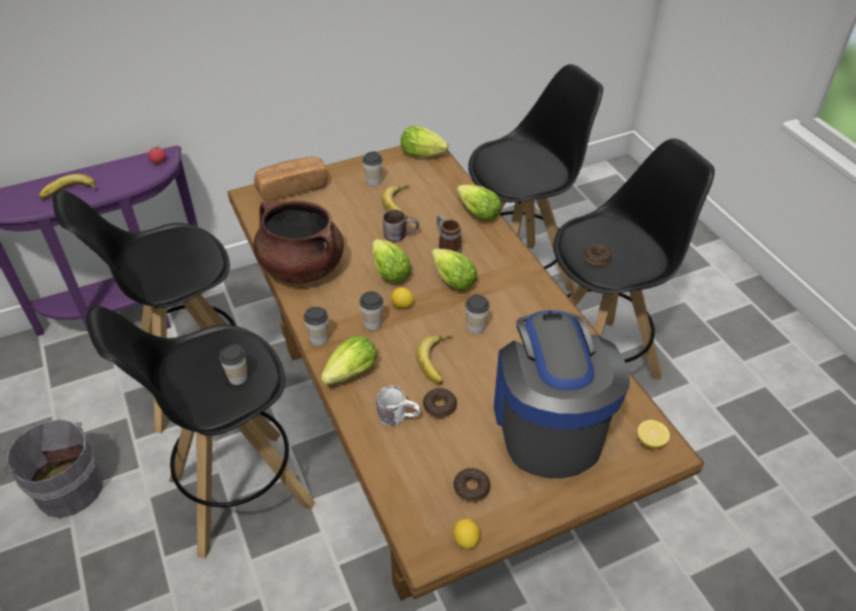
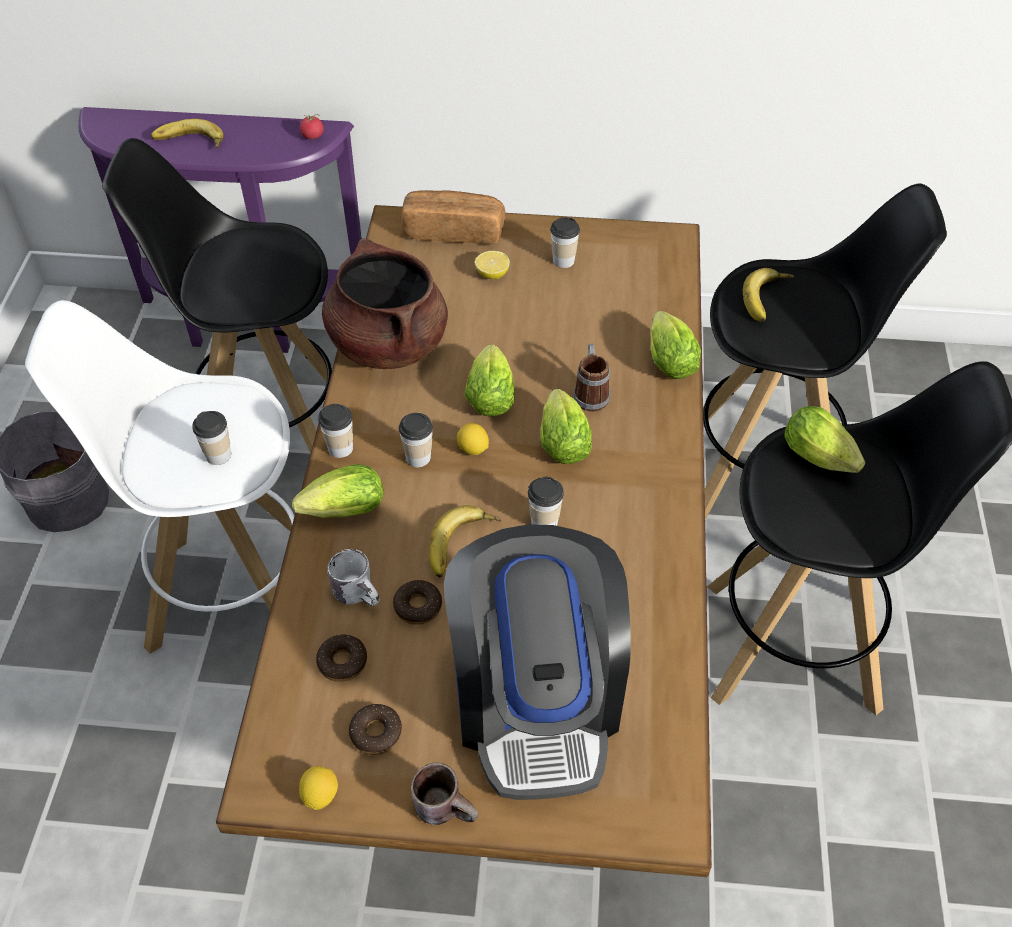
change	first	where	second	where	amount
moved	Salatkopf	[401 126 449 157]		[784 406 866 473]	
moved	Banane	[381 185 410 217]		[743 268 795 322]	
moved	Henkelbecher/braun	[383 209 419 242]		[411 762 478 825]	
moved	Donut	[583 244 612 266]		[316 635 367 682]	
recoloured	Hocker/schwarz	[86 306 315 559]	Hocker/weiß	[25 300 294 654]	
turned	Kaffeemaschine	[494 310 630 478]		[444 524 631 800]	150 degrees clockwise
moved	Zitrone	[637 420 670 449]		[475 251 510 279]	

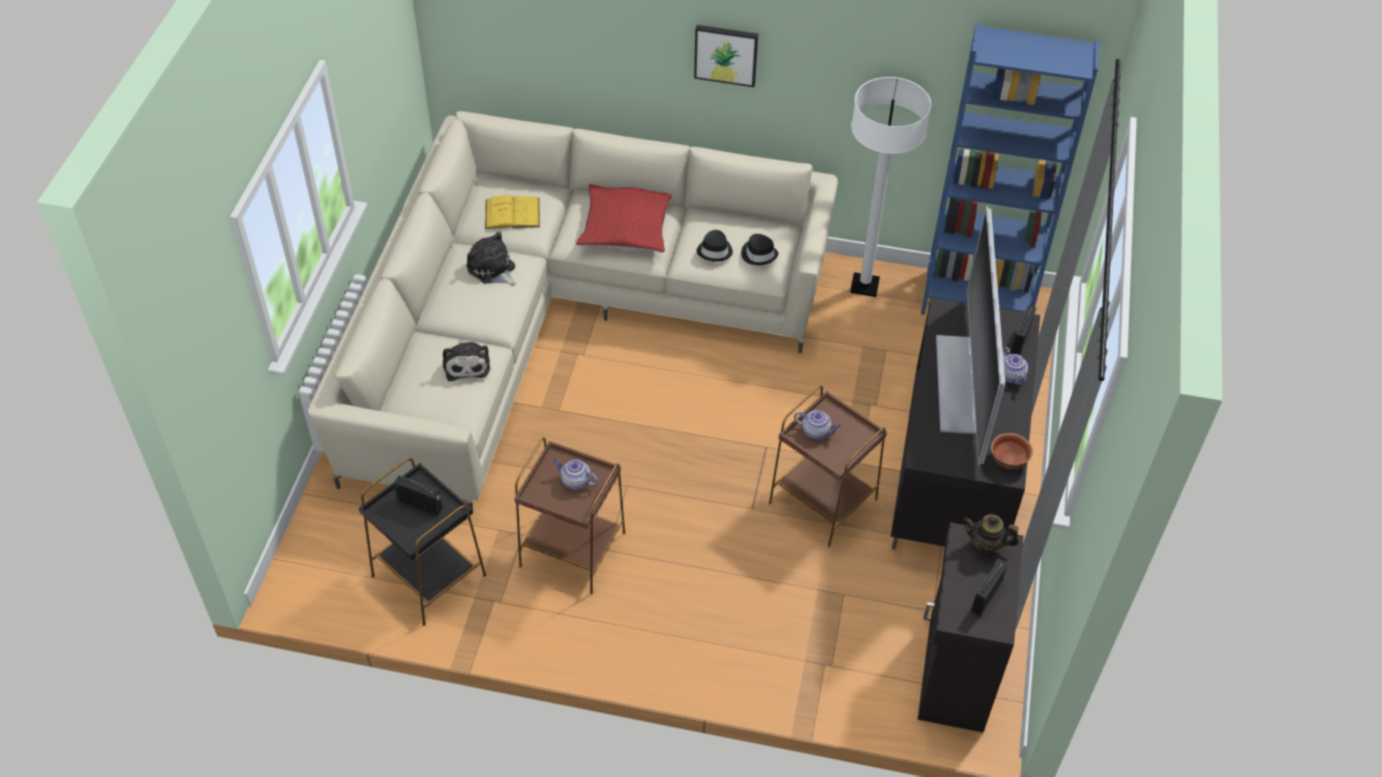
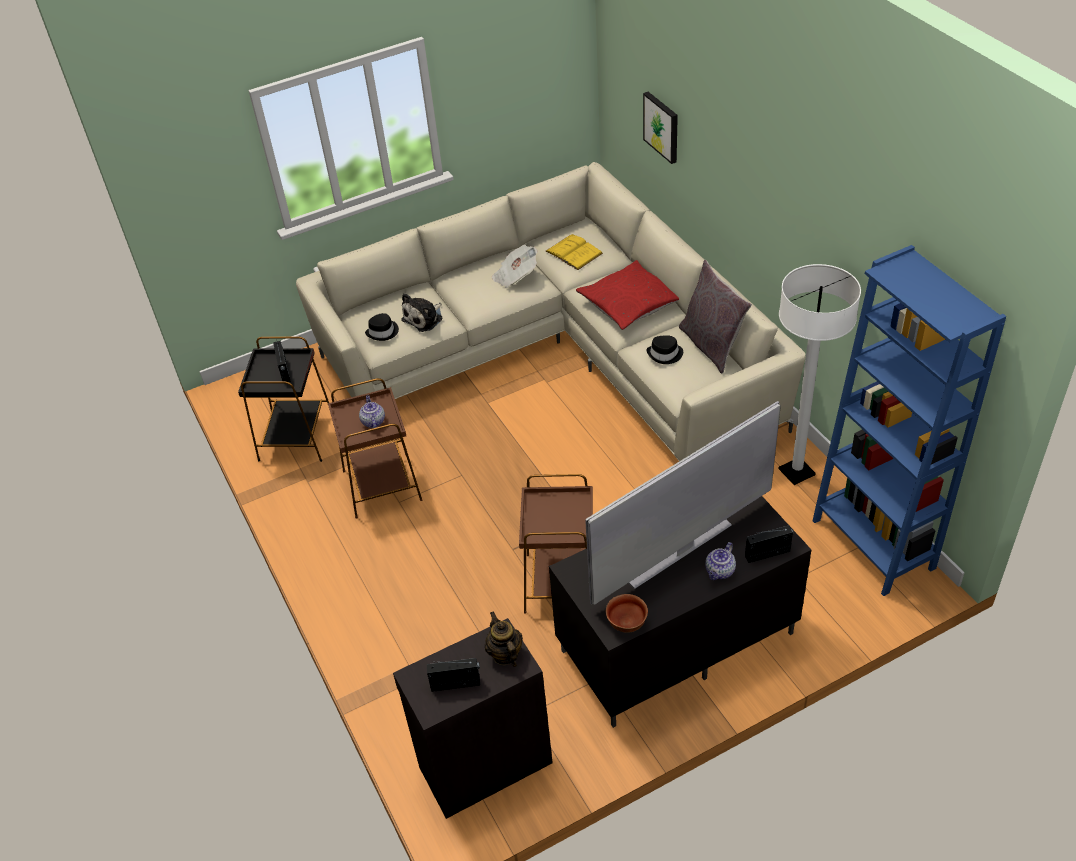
change	first	where	second	where	amount
moved	Bild	[694 25 758 87]		[643 92 678 164]	
replaced	Plüschtier	[466 232 516 285]	Zeitung	[492 245 538 288]	
moved	Hut/schwarz	[741 234 778 265]		[365 313 399 341]	
removed	Teekanne	[794 410 841 440]			
added			Kissen/grau	[679 260 752 374]	

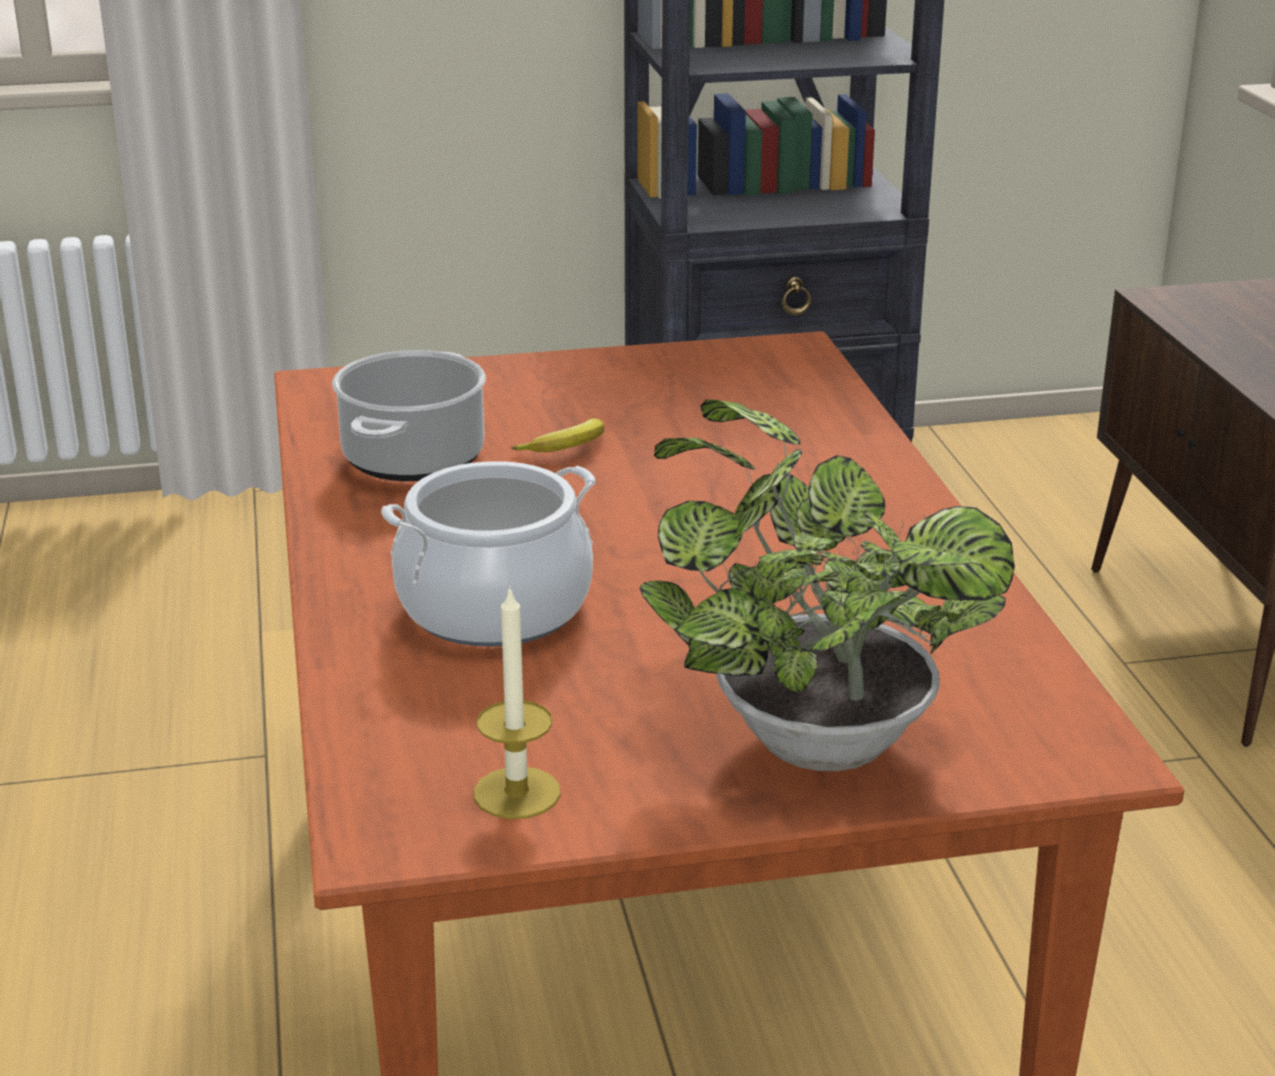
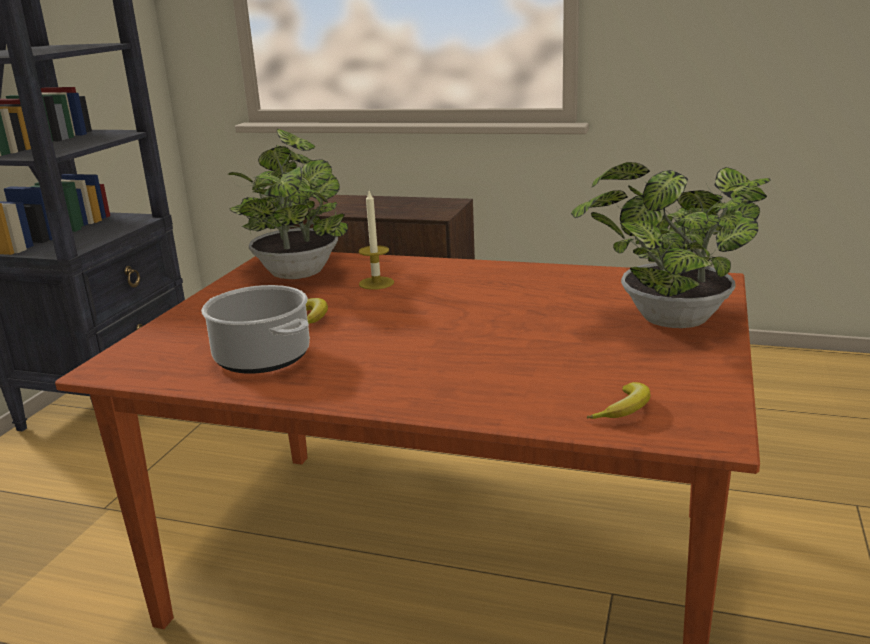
change	first	where	second	where	amount
removed	Kochtopf	[381 461 596 646]			
moved	Kerze	[474 586 561 819]		[359 191 394 290]	
added			Topfpflanze	[228 129 348 279]	
added			Banane	[587 382 650 419]	

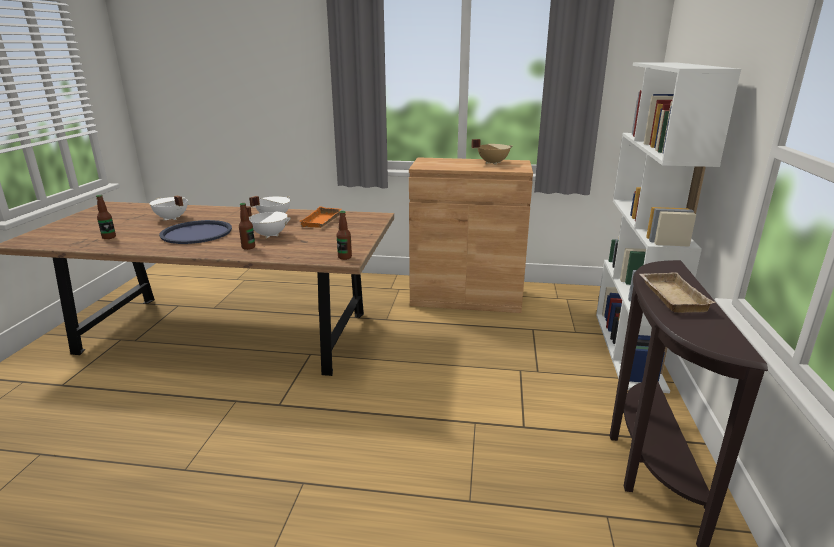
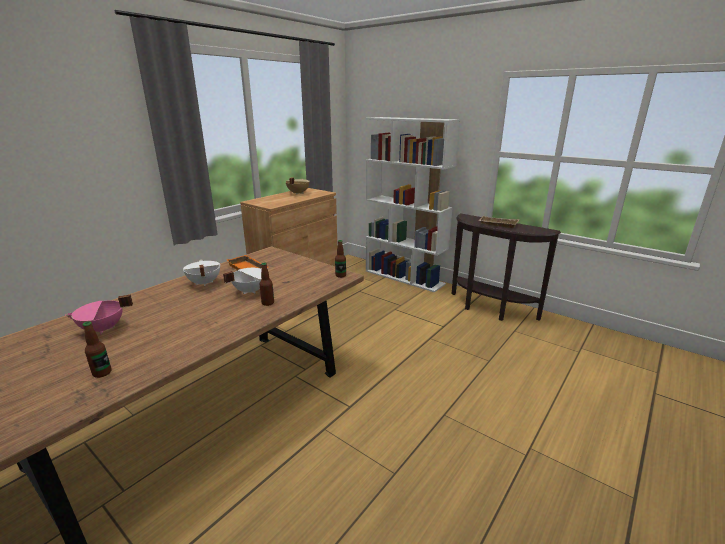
change	first	where	second	where	amount
recoloured	Kochtopf/weiß	[149 195 188 221]	Kochtopf/rosa	[65 294 133 334]	
removed	Tablett/blau	[159 220 232 244]			

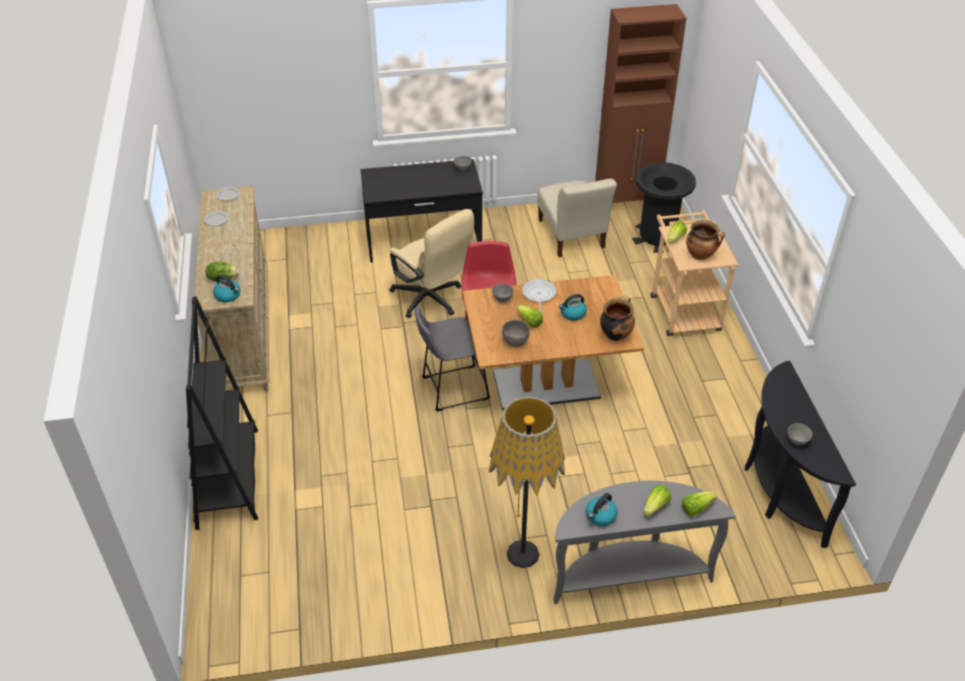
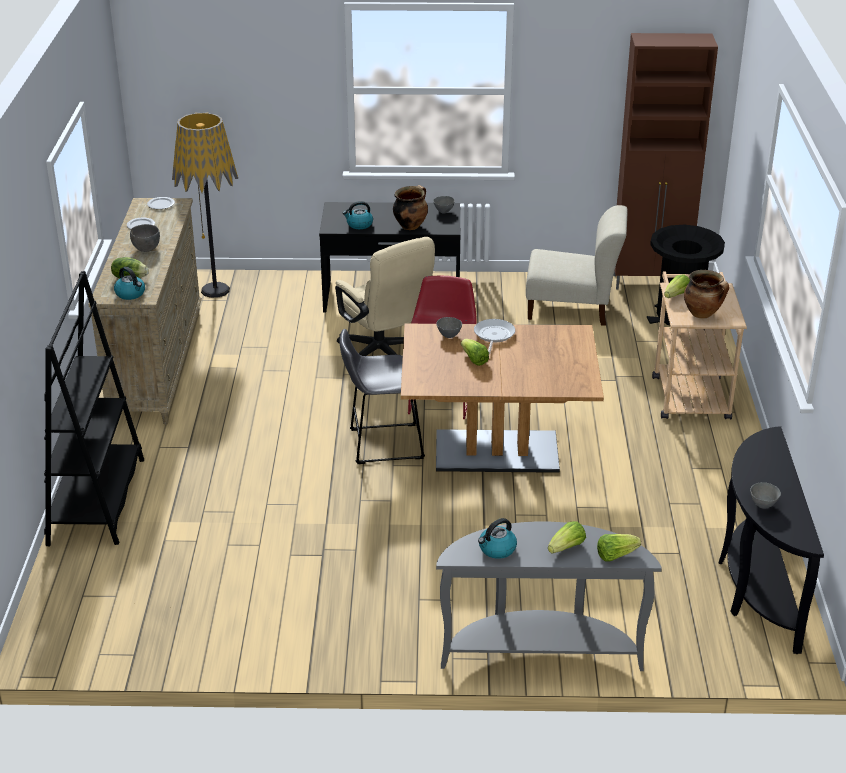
change	first	where	second	where	amount
turned	Stuhl/beige	[537 179 617 257]		[526 205 628 326]	75 degrees counterclockwise
moved	Wasserkessel	[559 294 587 321]		[343 201 373 229]	
moved	Kochtopf	[600 296 635 341]		[393 185 428 230]	
moved	Schüssel/grau	[502 320 530 347]		[130 224 160 252]	
moved	Stehlampe	[489 396 565 568]		[172 113 238 298]	

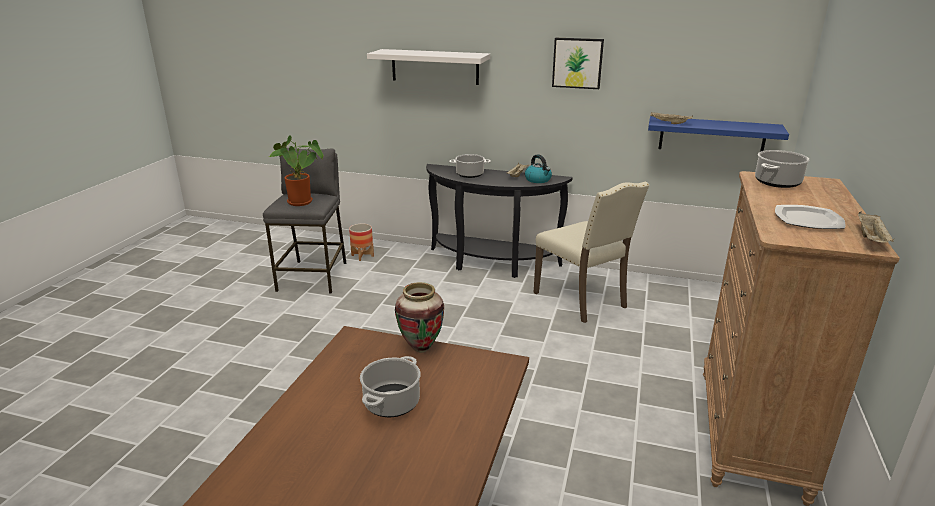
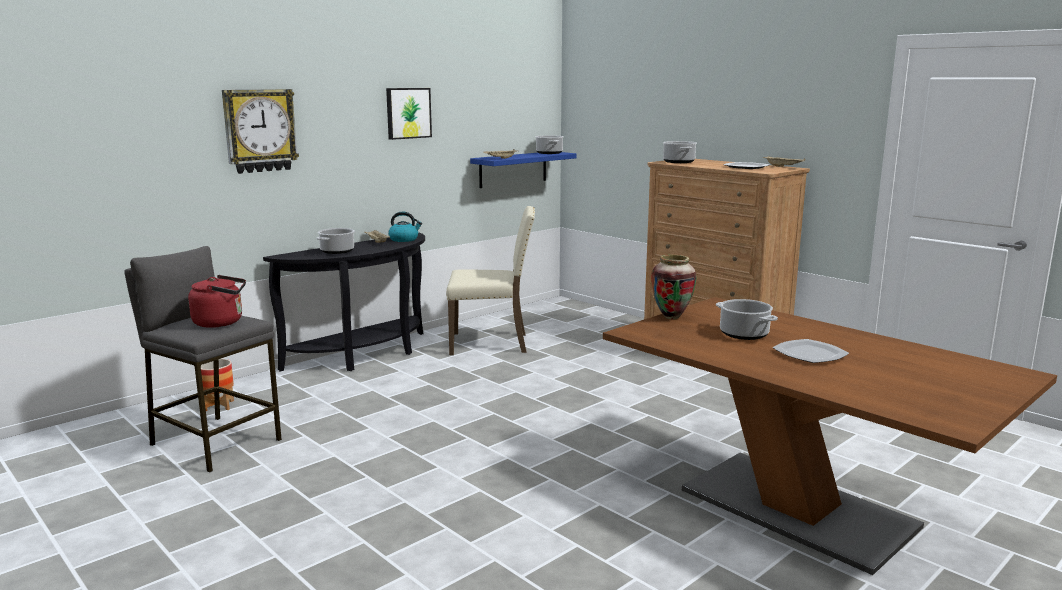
change	first	where	second	where	amount
replaced	Wandregal/weiß	[367 49 490 85]	Wanduhr	[222 89 299 174]	
replaced	Topfpflanze	[269 135 323 206]	Wasserkessel/rot	[188 275 246 328]	
added			Kochtopf	[536 135 563 154]	
added			Teller	[772 339 849 363]	

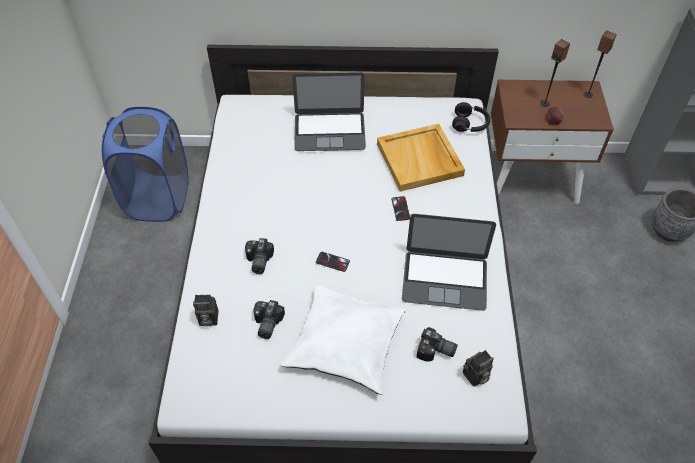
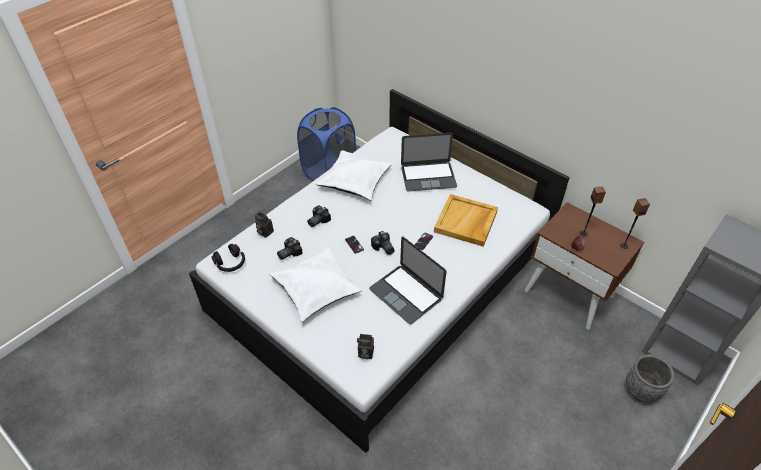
change	first	where	second	where	amount
turned	Laptop	[292 72 366 151]		[401 133 457 191]	45 degrees counterclockwise
moved	Kopfhörer/schwarz	[452 102 490 132]		[212 244 245 272]	
moved	Kamera	[416 327 458 362]		[371 231 395 255]	
added			Kissen/weiß	[316 150 392 201]	

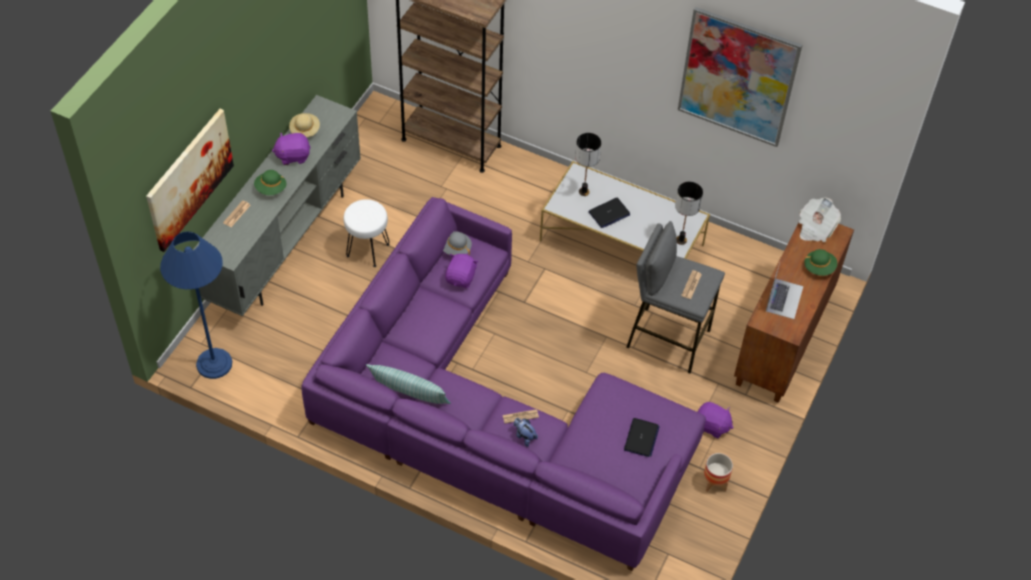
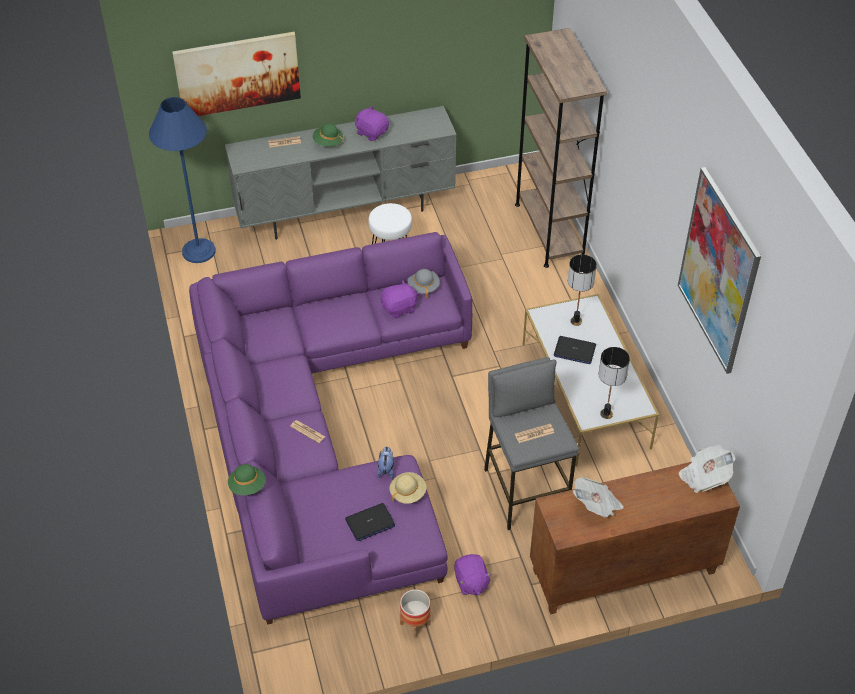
change	first	where	second	where	amount
moved	Hut/beige	[289 113 320 137]		[390 472 427 504]	
moved	Hut/grün	[804 249 837 276]		[228 464 265 495]	
replaced	Laptop	[766 263 803 319]	Zeitung	[573 477 624 518]	
removed	Kissen	[366 364 451 404]			
moved	Plüschtier	[514 418 538 447]		[377 447 394 479]	

